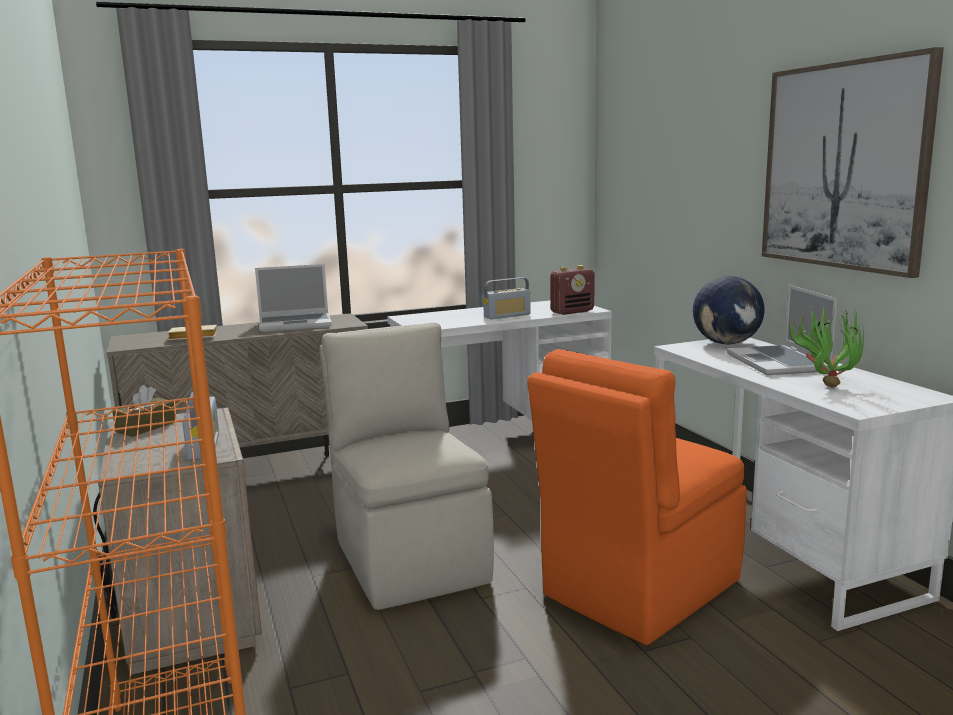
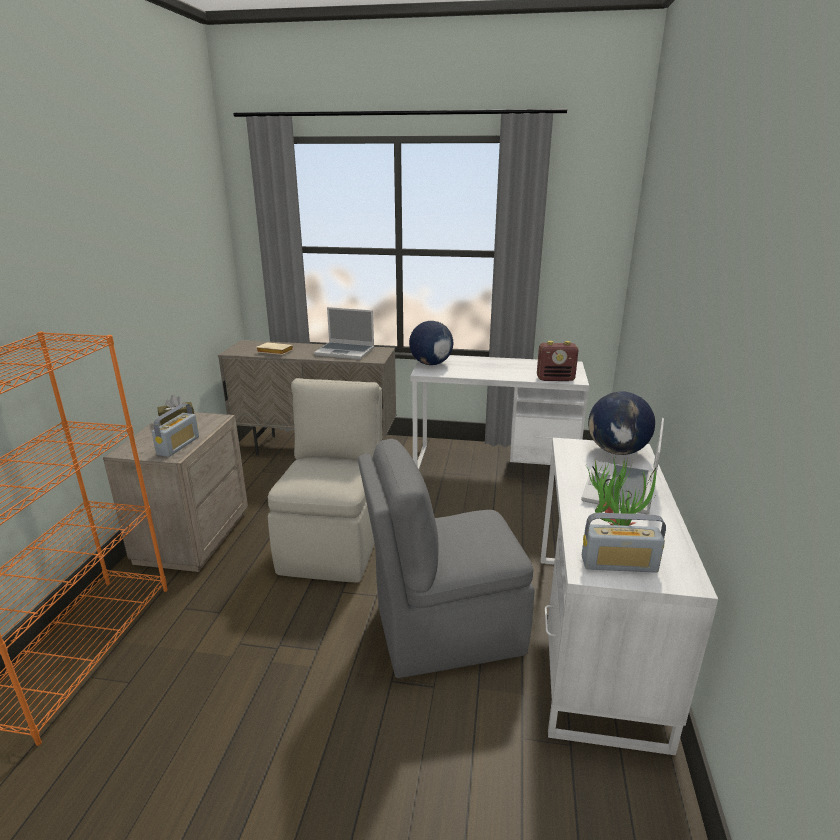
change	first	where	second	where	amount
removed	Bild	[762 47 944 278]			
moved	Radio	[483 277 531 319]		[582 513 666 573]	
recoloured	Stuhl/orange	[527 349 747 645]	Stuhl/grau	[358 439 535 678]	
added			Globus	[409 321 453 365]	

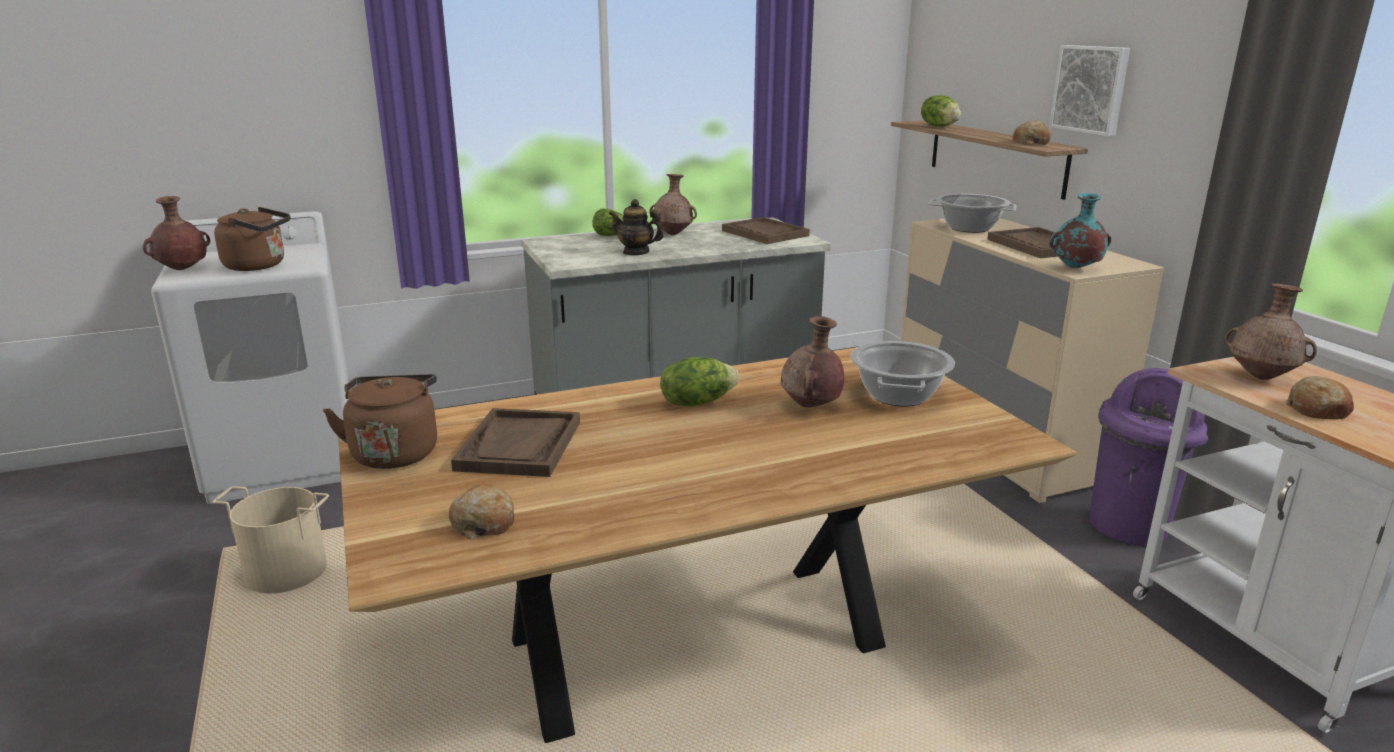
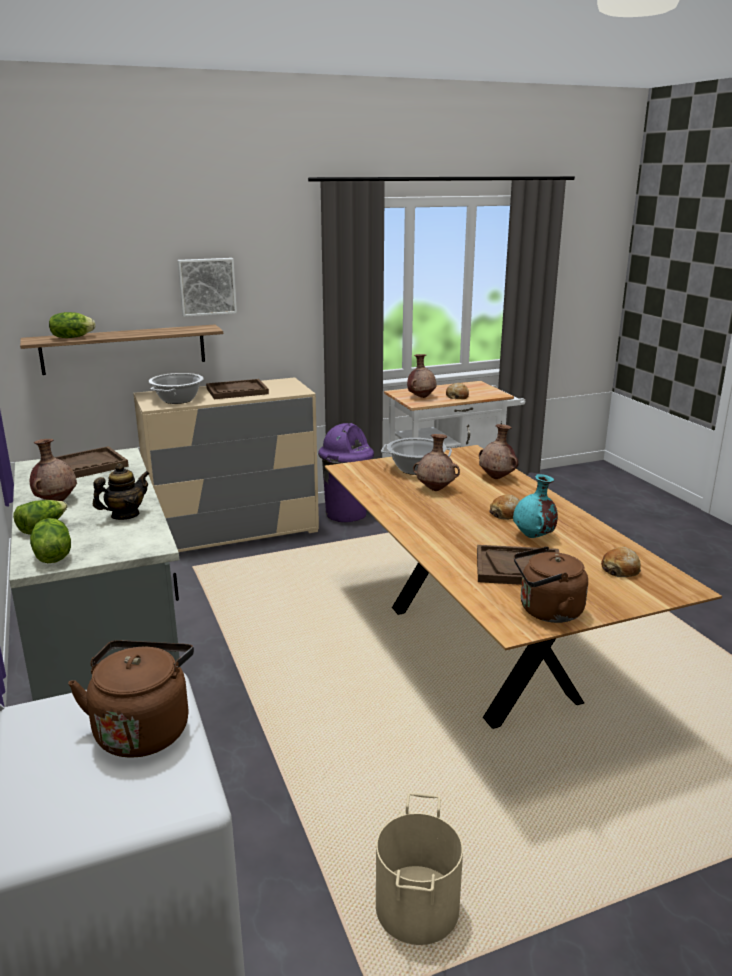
change	first	where	second	where	amount
moved	Brot	[1013 120 1051 145]		[489 494 520 520]	
moved	Vase/türkis	[1049 193 1111 268]		[513 474 558 538]	
moved	Vase/braun	[143 196 210 270]		[479 424 518 479]	
turned	Teekanne	[609 199 664 256]		[93 463 150 520]	150 degrees counterclockwise
moved	Salatkopf	[660 357 739 407]		[30 518 71 563]	

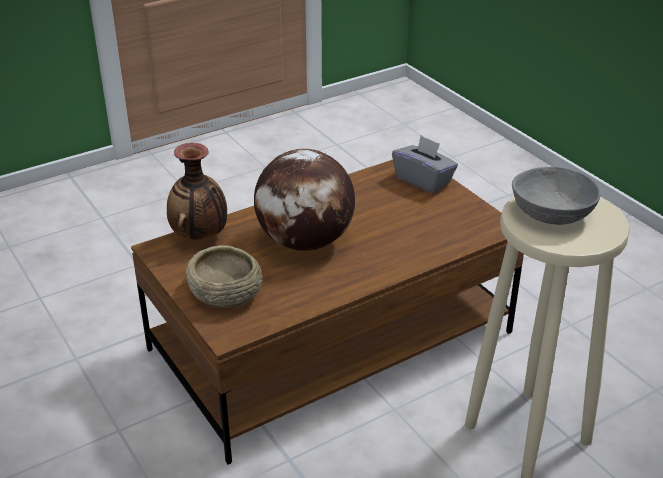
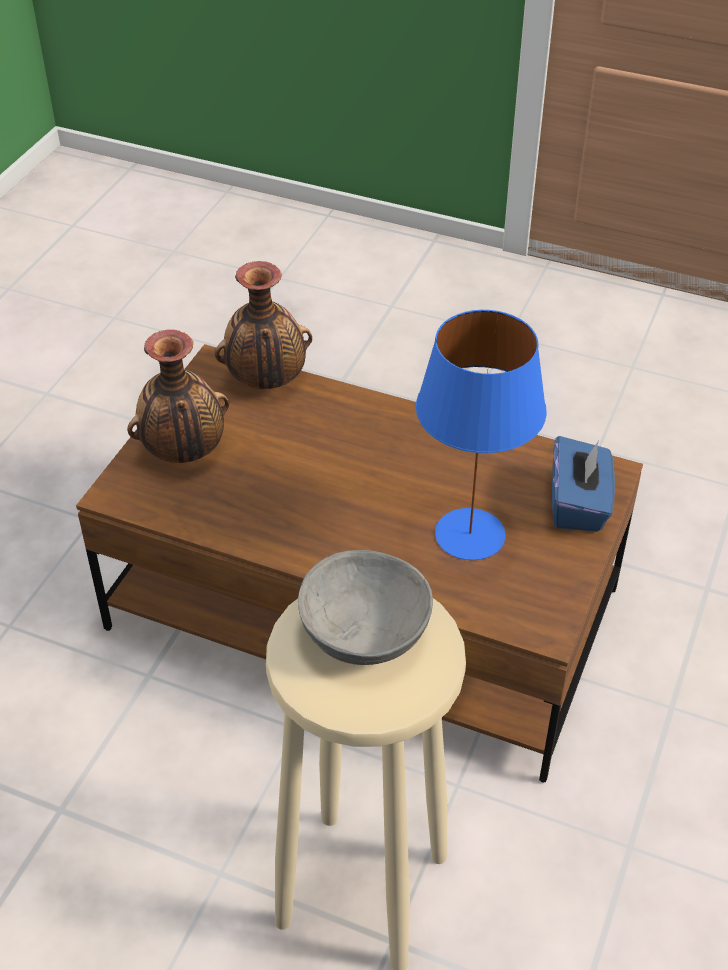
change	first	where	second	where	amount
recoloured	Taschentuchbox/grau	[392 135 458 193]	Taschentuchbox/blau	[552 436 615 532]	
removed	Globus	[254 149 355 251]			
replaced	Schüssel/beige	[186 245 263 308]	Vase	[127 330 229 463]	
added			Tischlampe/blau	[416 310 547 560]	

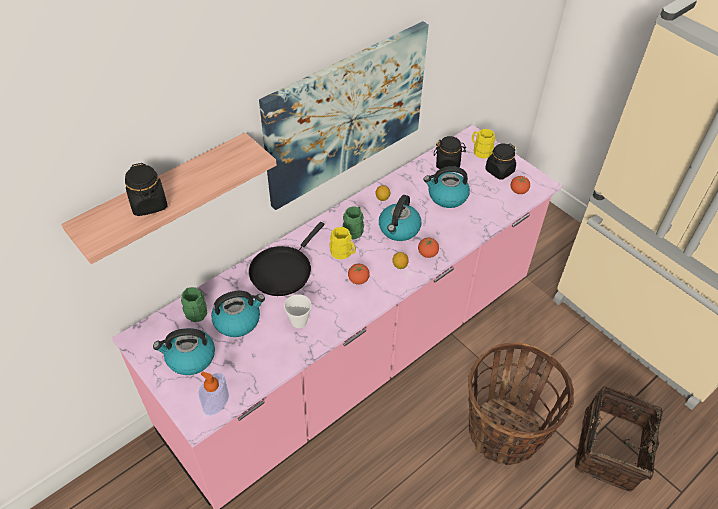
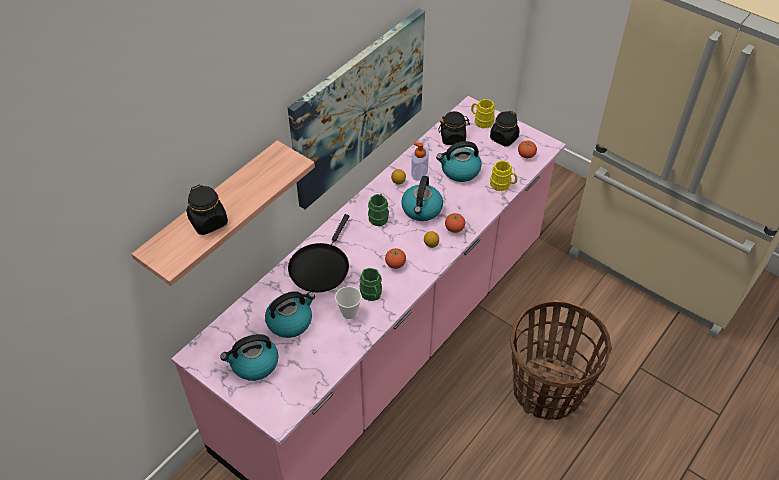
change	first	where	second	where	amount
moved	Henkelbecher/gelb	[329 227 356 260]		[490 161 517 191]	
moved	Henkelbecher/grün	[181 287 207 322]		[359 268 382 301]	
moved	Seifenspender	[198 372 229 415]		[411 142 429 181]	
removed	Korb	[575 386 675 492]			

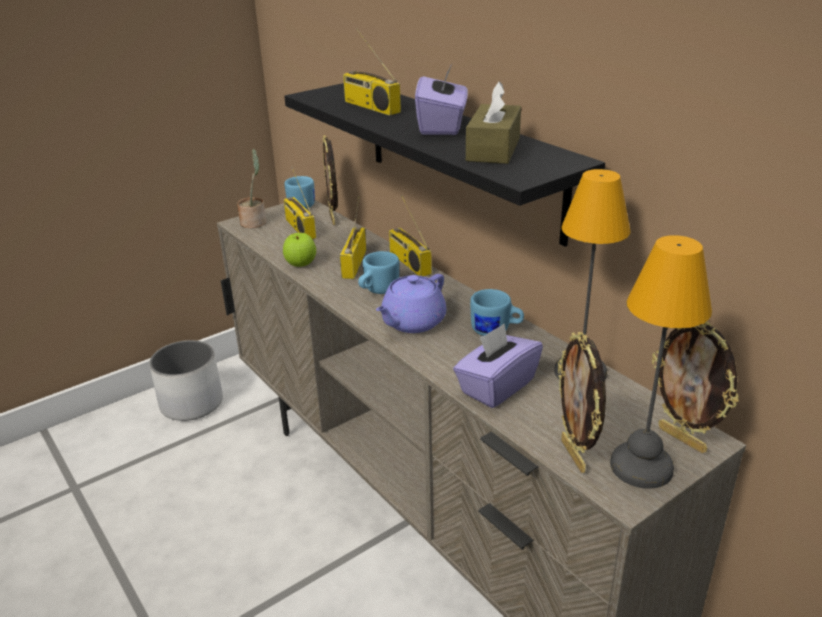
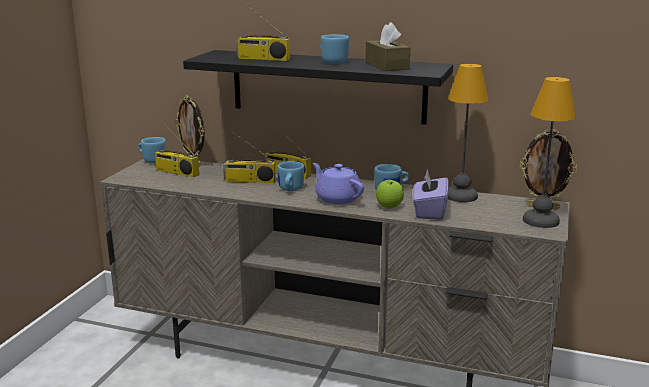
change	first	where	second	where	amount
replaced	Taschentuchbox/lila	[415 64 468 135]	Henkelbecher/blau	[320 34 349 63]	
removed	Topfpflanze	[237 149 266 228]			
turned	Radio	[340 196 366 279]		[223 132 276 183]	60 degrees counterclockwise
moved	Apfel	[283 233 316 267]		[376 180 404 209]	
turned	Teekanne/lila	[376 274 446 333]		[313 163 364 204]	135 degrees clockwise
removed	Bilderrahmen	[558 332 606 473]			
removed	Pflanzkübel/weiß	[149 340 223 421]			

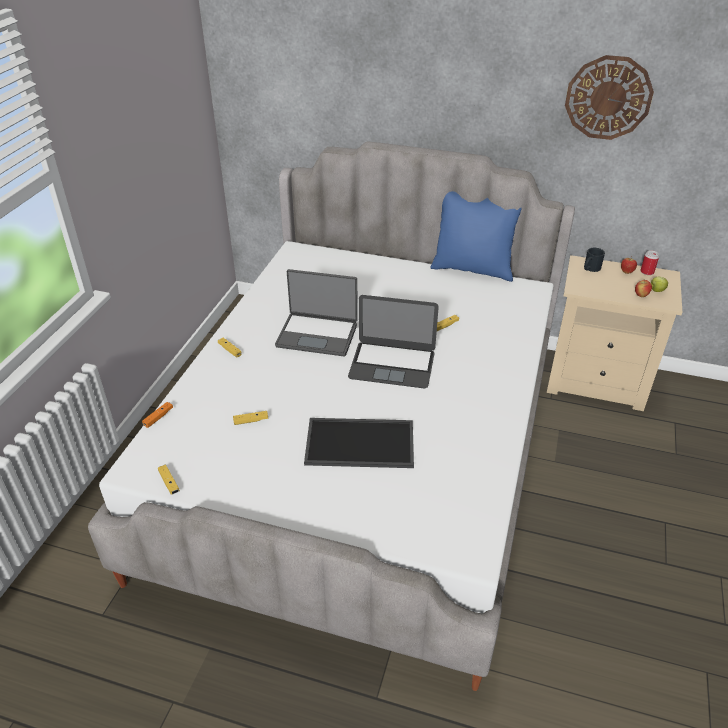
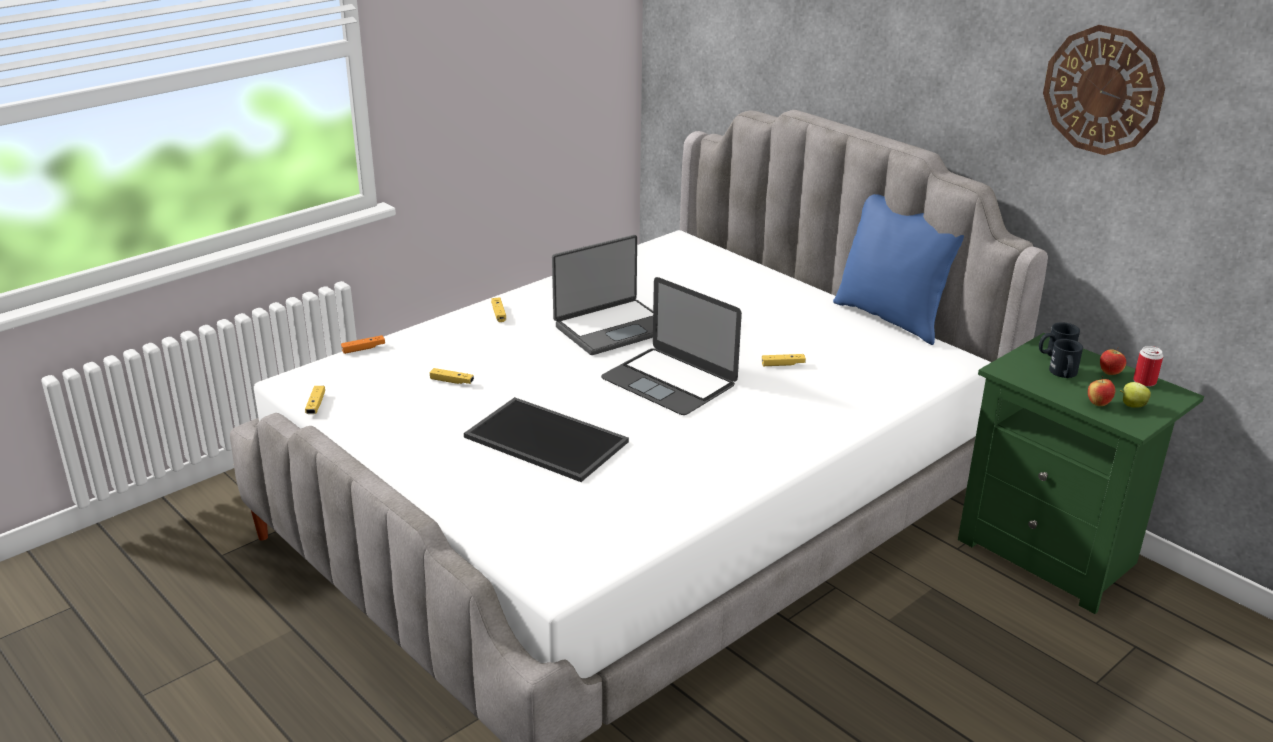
change	first	where	second	where	amount
recoloured	Nachttisch/beige	[547 255 682 411]	Nachttisch/grün	[958 333 1204 614]	
turned	Laptop	[275 269 358 356]		[552 235 653 355]	75 degrees counterclockwise
added			Henkelbecher/schwarz	[1049 339 1083 378]	

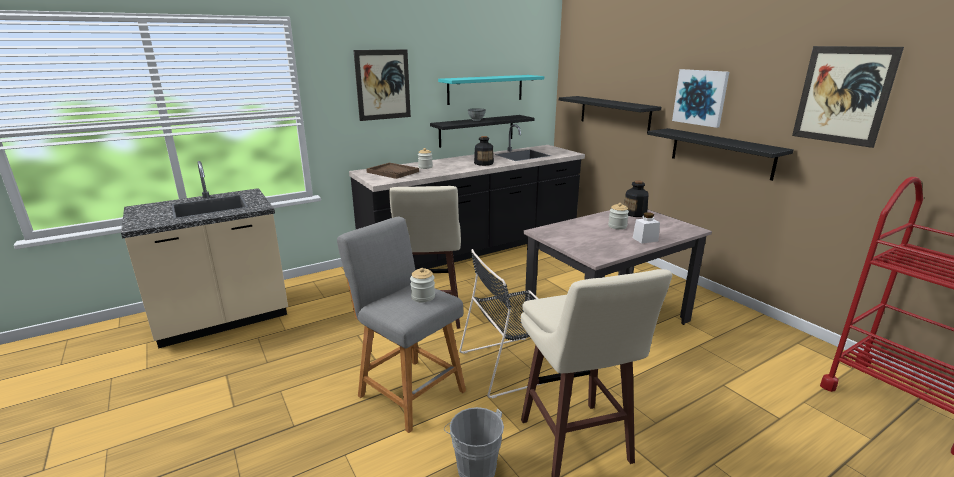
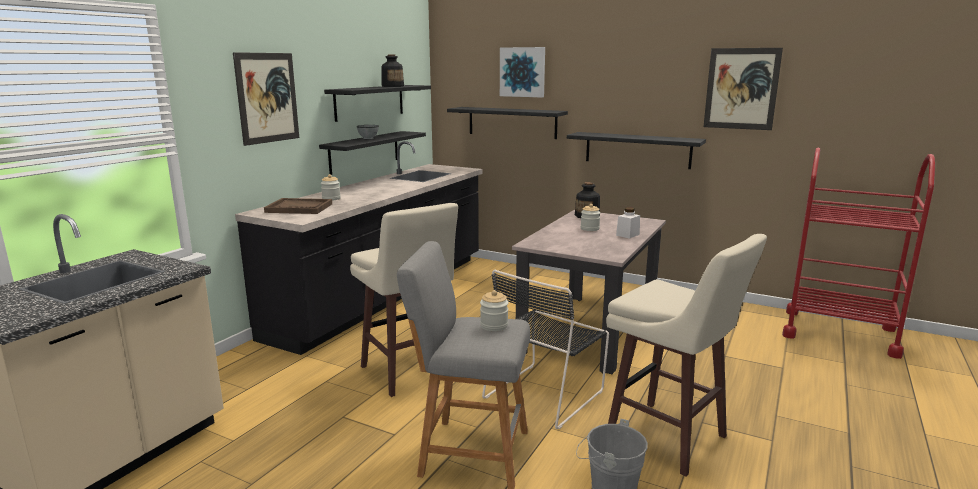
change	first	where	second	where	amount
moved	Bild	[672 69 729 128]		[500 47 545 97]	
recoloured	Wandregal/türkis	[438 75 544 105]	Wandregal/schwarz	[324 85 431 122]	
moved	Flasche	[474 136 494 166]		[381 54 404 87]	

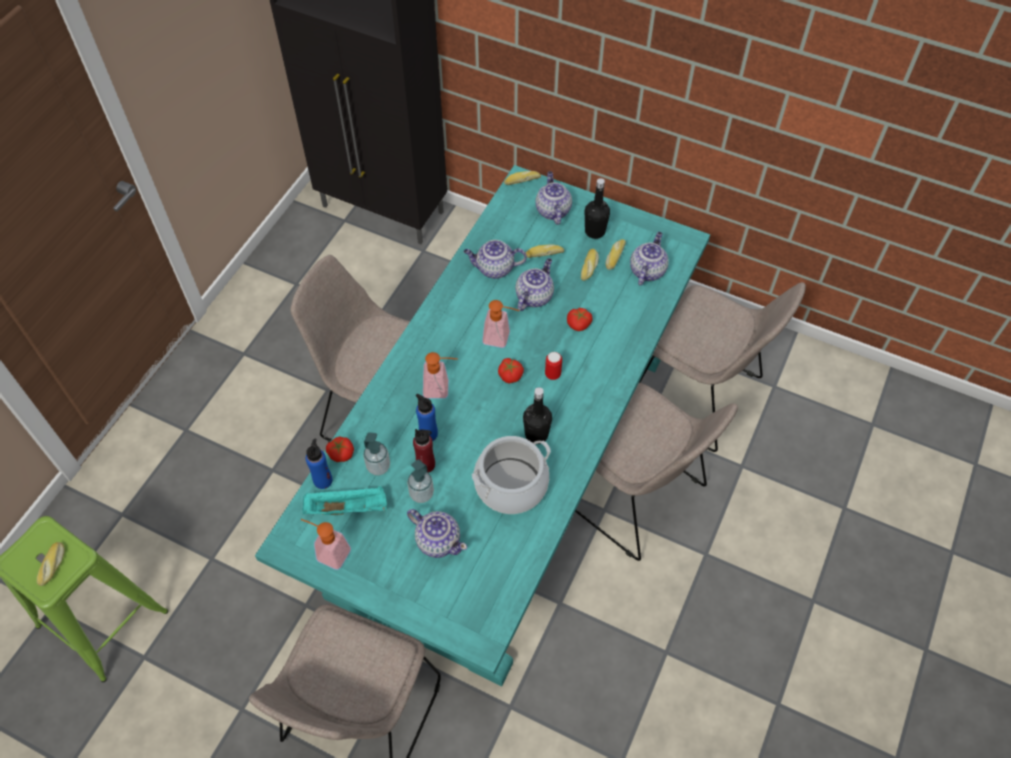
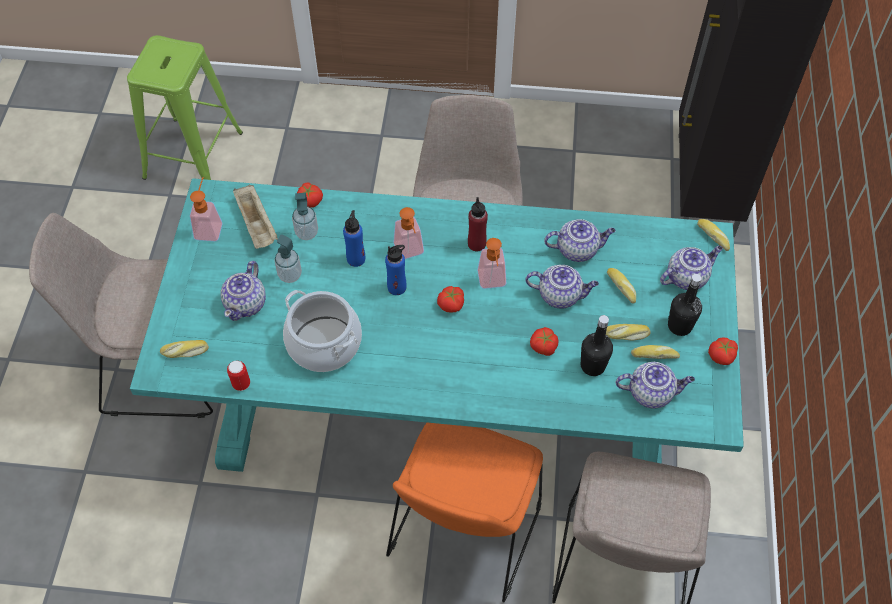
change	first	where	second	where	amount
turned	Teekanne	[463 240 527 279]		[544 219 616 262]	105 degrees clockwise
moved	Dose	[545 352 562 380]		[227 361 250 391]	
recoloured	Stuhl/beige	[575 383 738 561]	Stuhl/orange	[386 423 543 603]	
moved	Flasche/schwarz	[523 387 552 444]		[581 315 613 376]	
moved	Flasche/rot	[413 429 435 473]		[468 197 488 251]	
moved	Flasche/blau	[306 438 332 489]		[385 245 406 295]	
recoloured	Tablett/türkis	[302 486 387 515]	Tablett/beige	[233 185 278 249]	
moved	Brot	[37 542 65 586]		[160 340 209 358]	
added			Tomate	[708 337 738 365]	

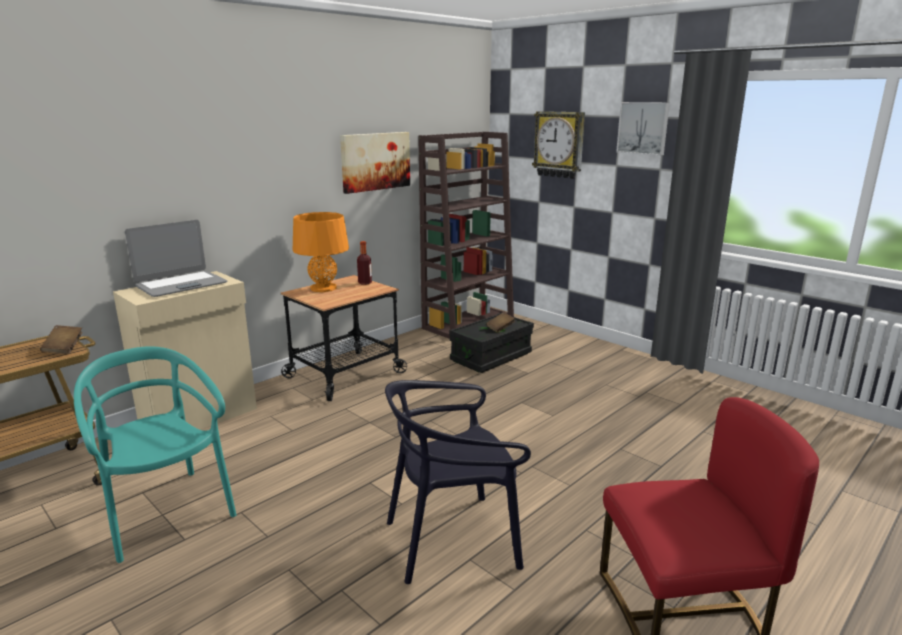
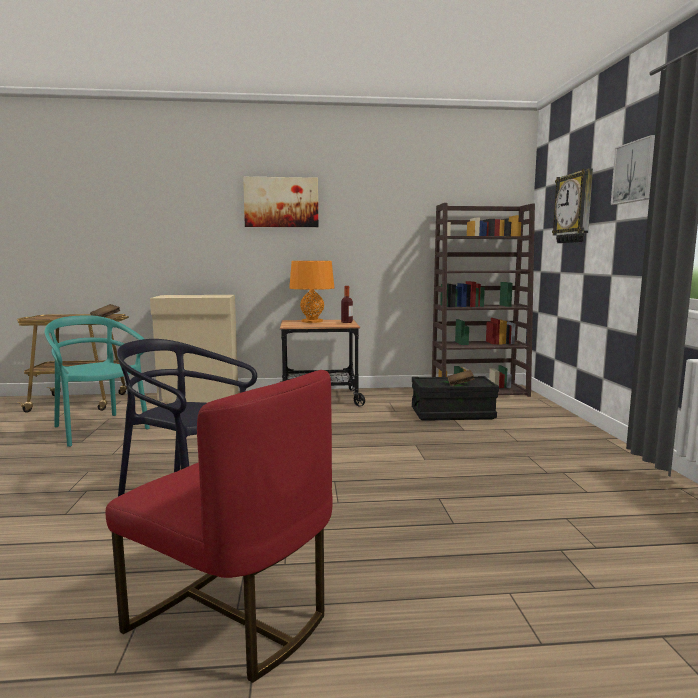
change	first	where	second	where	amount
moved	Bild	[340 132 410 194]		[243 177 318 227]	
removed	Laptop	[125 220 228 297]			
turned	Stuhl/türkis	[74 346 237 563]		[45 315 150 447]	45 degrees counterclockwise

